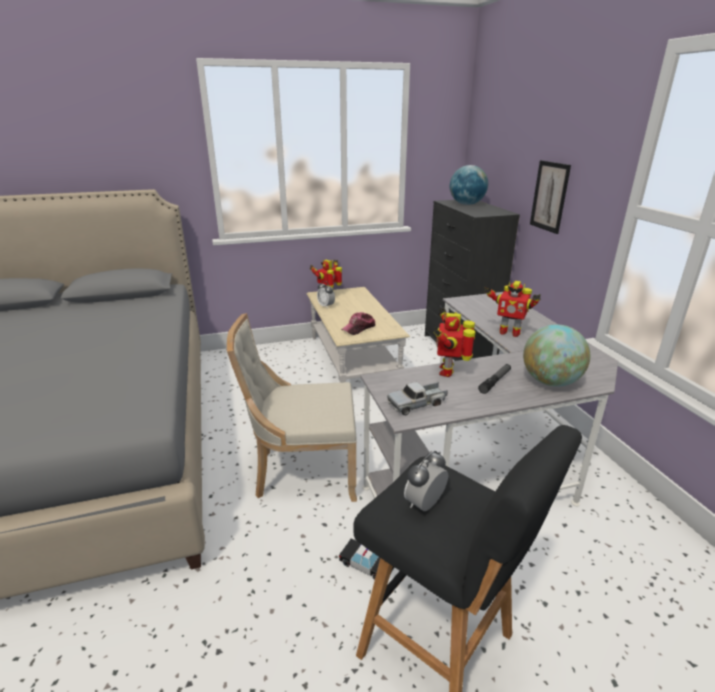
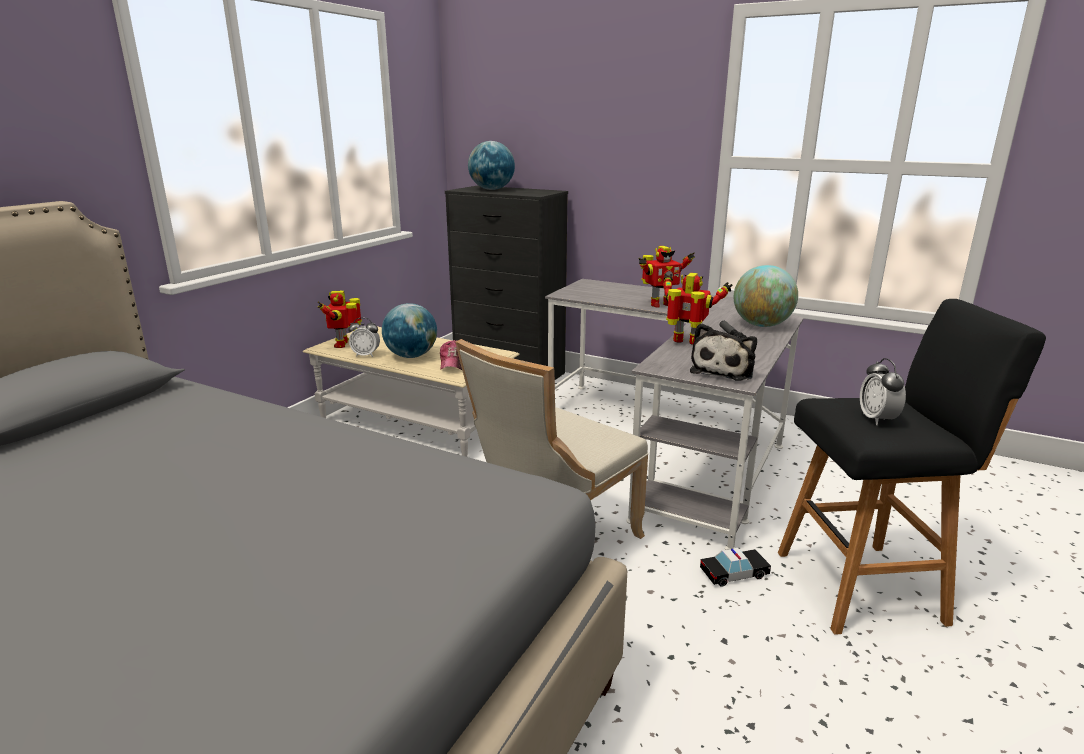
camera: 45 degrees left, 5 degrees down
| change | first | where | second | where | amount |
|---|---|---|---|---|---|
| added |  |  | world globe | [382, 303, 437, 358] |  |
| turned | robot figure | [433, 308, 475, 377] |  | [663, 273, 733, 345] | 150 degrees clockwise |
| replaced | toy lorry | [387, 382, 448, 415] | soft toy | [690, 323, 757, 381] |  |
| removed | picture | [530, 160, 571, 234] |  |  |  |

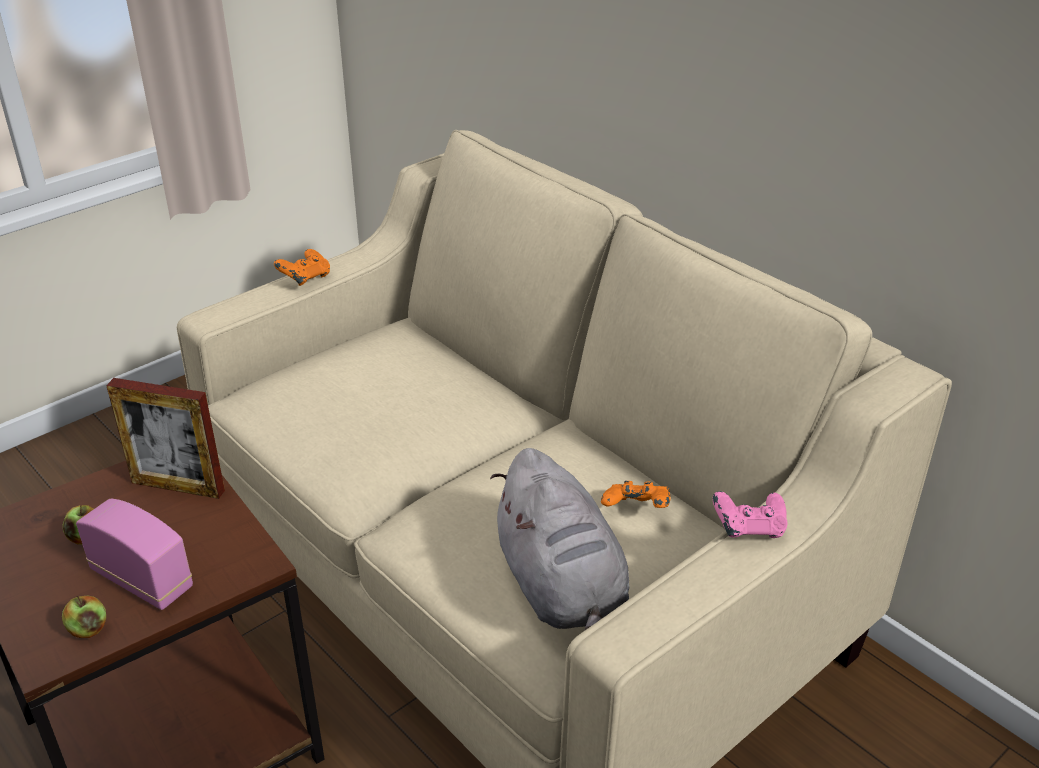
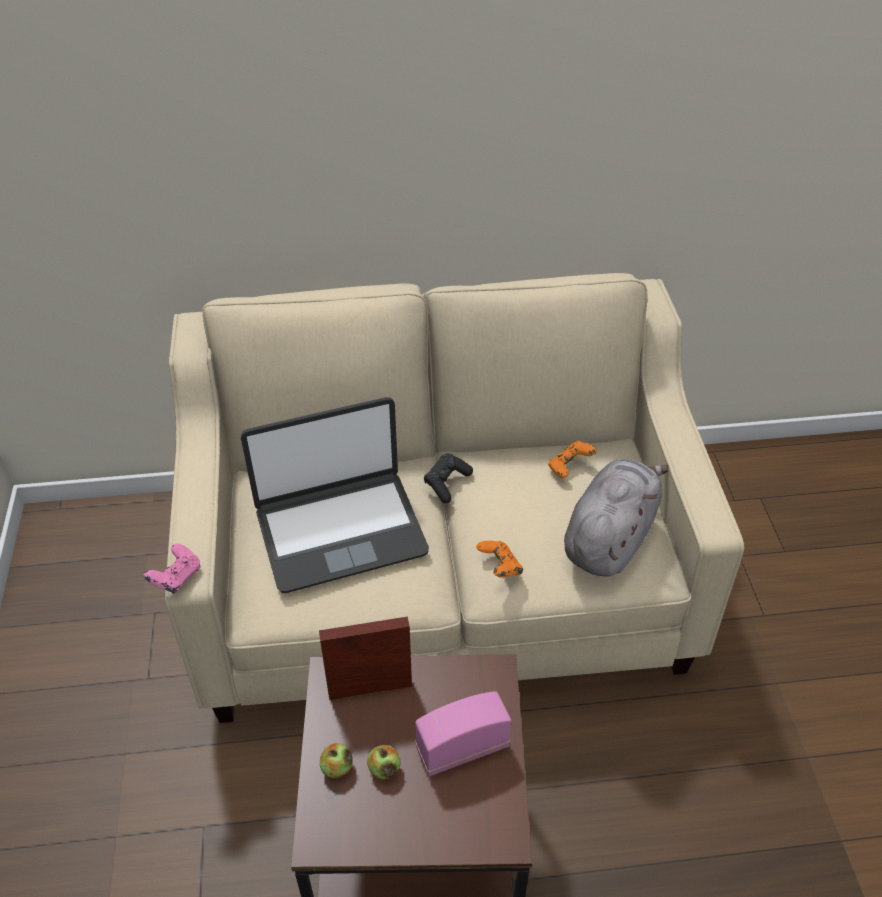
camera: 55 degrees left, 10 degrees up
| change | first | where | second | where | amount |
|---|---|---|---|---|---|
| moved | pink-coloured joypad | [712, 491, 788, 538] |  | [143, 543, 201, 594] |  |
| added |  |  | portable computer | [241, 397, 429, 593] |  |
| turned | standing frame | [106, 378, 225, 499] |  | [319, 616, 412, 700] | 150 degrees counterclockwise |
| moved | apple fruit | [62, 595, 106, 638] |  | [320, 743, 353, 778] |  |
| added |  |  | blackish joypad | [424, 453, 473, 503] |  |
| moved | orange-coloured joypad | [274, 249, 330, 286] |  | [476, 541, 523, 578] |  |
| turned | gray soft toy | [490, 448, 629, 632] |  | [564, 459, 668, 576] | 75 degrees counterclockwise |

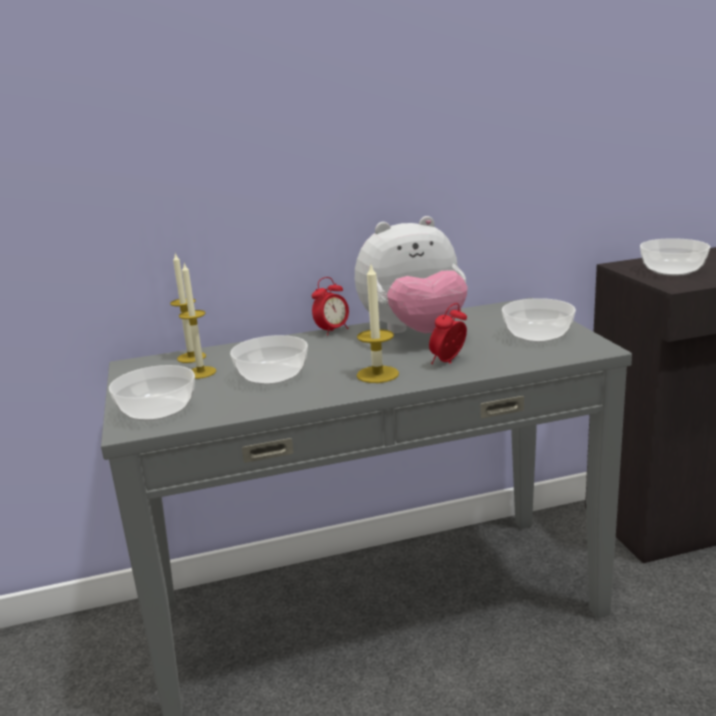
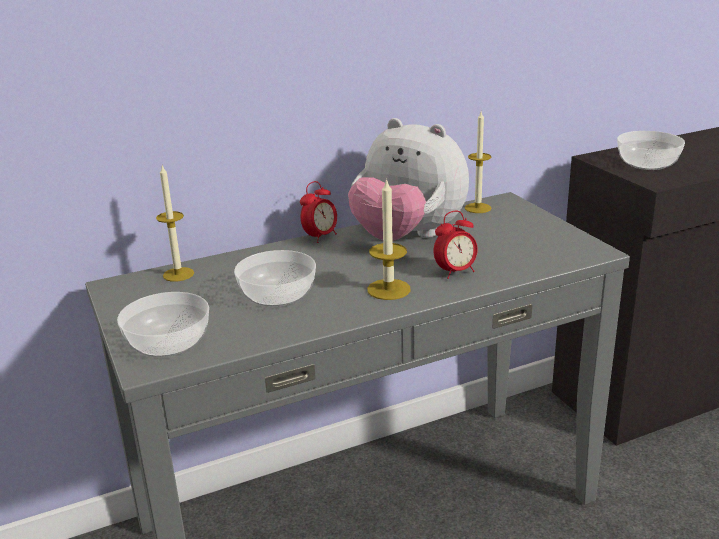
camera: 10 degrees left, 5 degrees up
| change | first | where | second | where | amount |
|---|---|---|---|---|---|
| turned | soft toy | [355, 216, 468, 333] |  | [348, 118, 469, 241] | 60 degrees clockwise |
| turned | table clock | [429, 303, 467, 364] |  | [434, 211, 478, 279] | 150 degrees counterclockwise |
| moved | wax light | [179, 263, 216, 379] |  | [465, 112, 491, 213] |  |
| removed | serving bowl | [502, 298, 576, 343] |  |  |  |

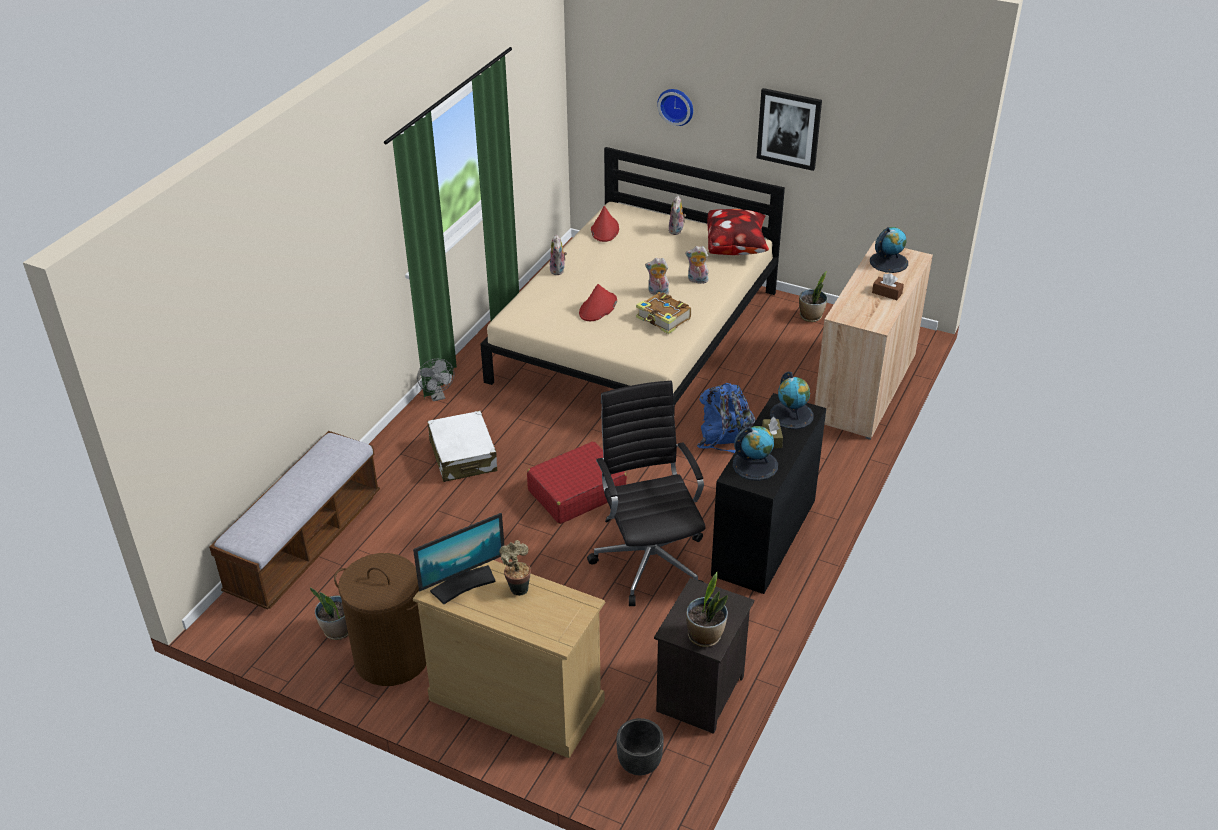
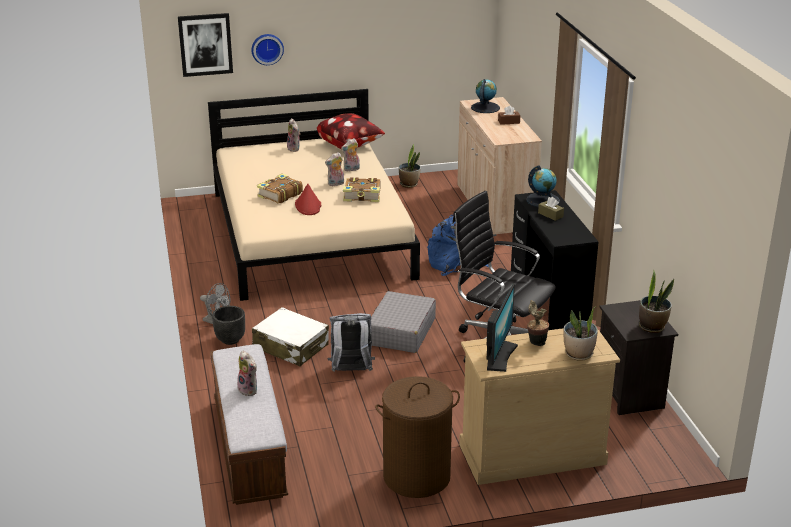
camera: 40 degrees left, 10 degrees down
| change | first | where | second | where | amount |
|---|---|---|---|---|---|
| moved | picture | [757, 88, 822, 171] |  | [178, 13, 233, 77] |  |
| moved | blackish planter | [616, 718, 664, 775] |  | [212, 306, 245, 345] |  |
| moved | soft toy | [550, 234, 567, 275] |  | [237, 351, 257, 396] |  |
| added |  |  | volume | [257, 174, 303, 204] |  |
| added |  |  | gray rucksack | [327, 313, 375, 372] |  |
| recoloured | red-coloured suitcase | [527, 441, 627, 524] | gray suitcase | [371, 291, 436, 353] |  |
| moved | plant in a pot | [310, 587, 349, 640] |  | [564, 307, 598, 361] |  |
| removed | red-coloured wearable hat | [591, 206, 619, 242] |  |  |  |
| removed | world globe | [733, 426, 778, 481] |  |  |  |

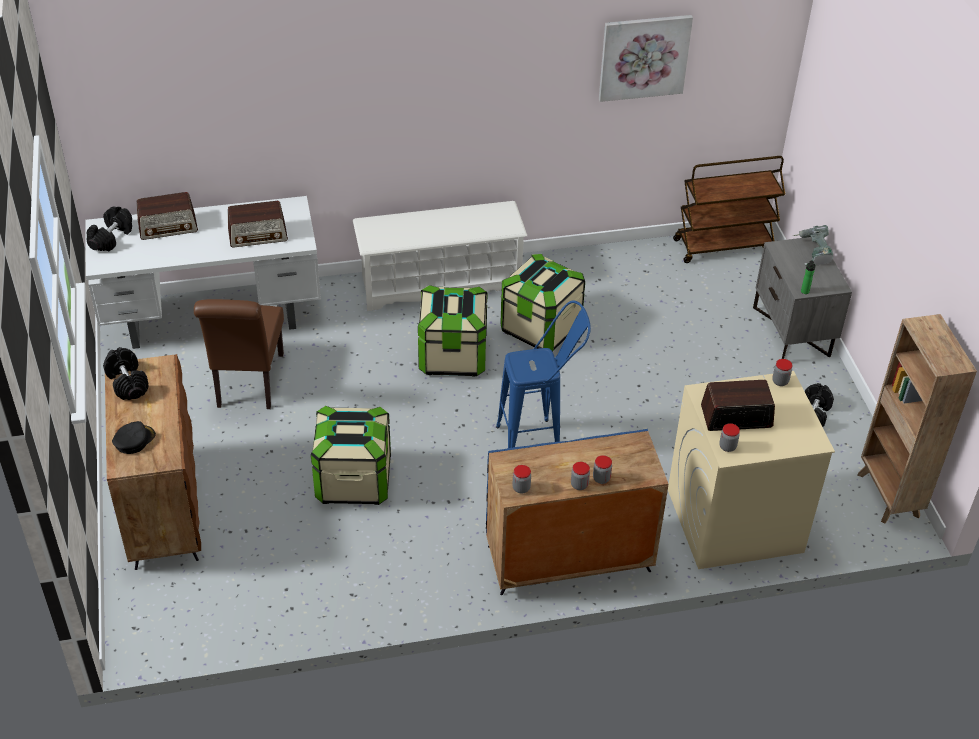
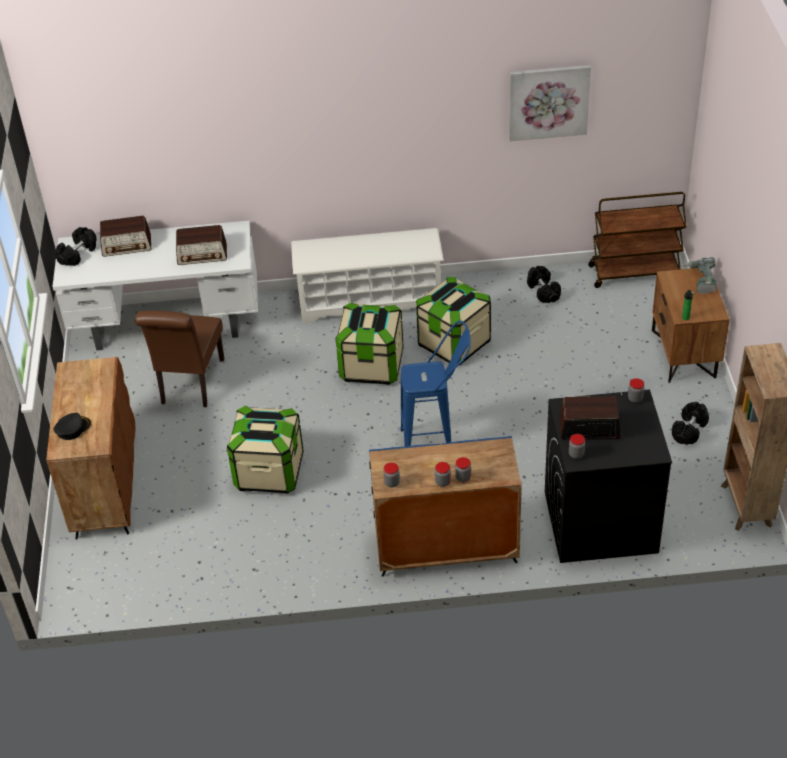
camera: 10 degrees right, 0 degrees up
| change | first | where | second | where | amount |
|---|---|---|---|---|---|
| moved | blackish dumbbell | [103, 347, 149, 400] |  | [527, 266, 561, 303] |  |
| recoloured | beige-coloured washing machine | [668, 371, 835, 569] | blackish washing machine | [545, 389, 672, 563] |  |
| recoloured | gray bedside table | [753, 237, 852, 359] | brown-coloured bedside table | [652, 268, 730, 383] |  |

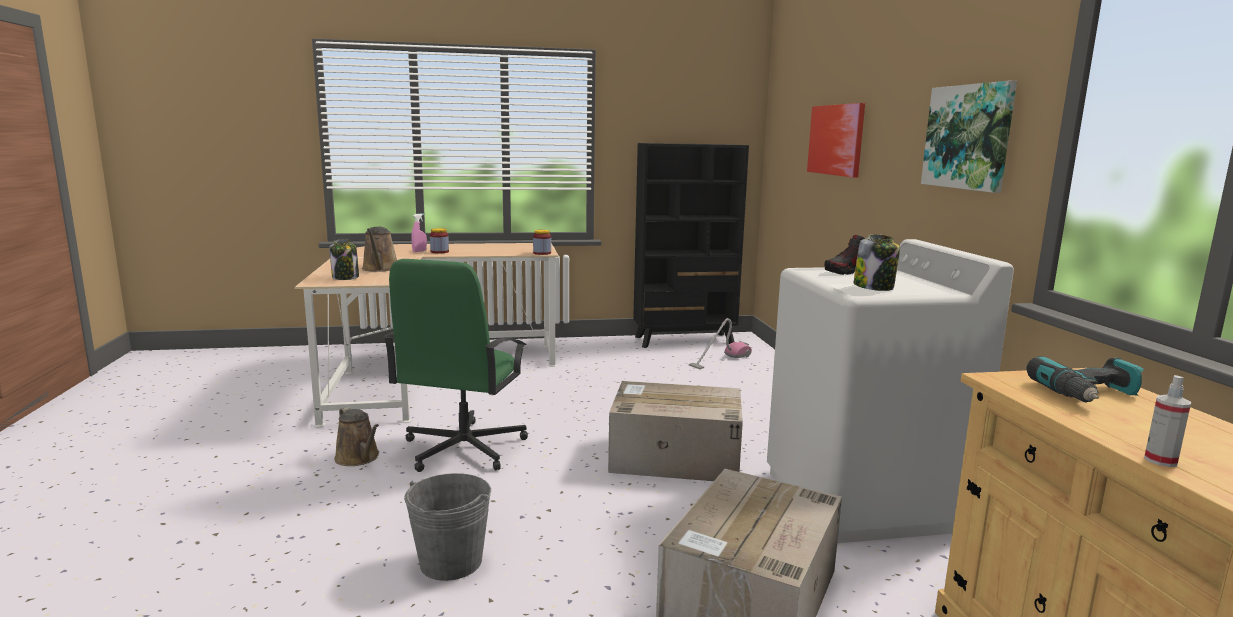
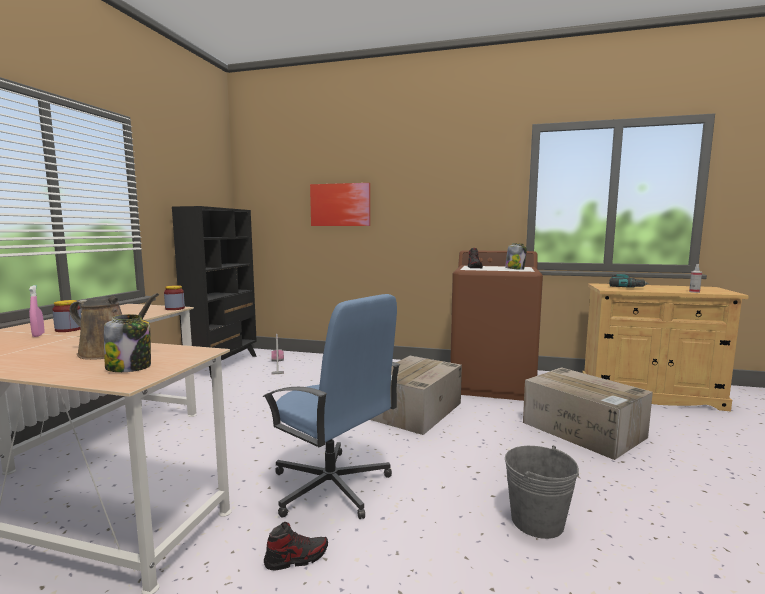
camera: 65 degrees left, 5 degrees down
| change | first | where | second | where | amount |
|---|---|---|---|---|---|
| recoloured | greenish desk chair | [383, 259, 528, 472] | blue-coloured desk chair | [262, 294, 400, 519] |  |
| replaced | brown-coloured watering pot | [334, 407, 379, 466] | shoe | [264, 522, 328, 570] |  |
| recoloured | white washing machine | [767, 239, 1014, 543] | brown-coloured washing machine | [450, 250, 543, 401] |  |
| removed | picture | [921, 81, 1017, 193] |  |  |  |

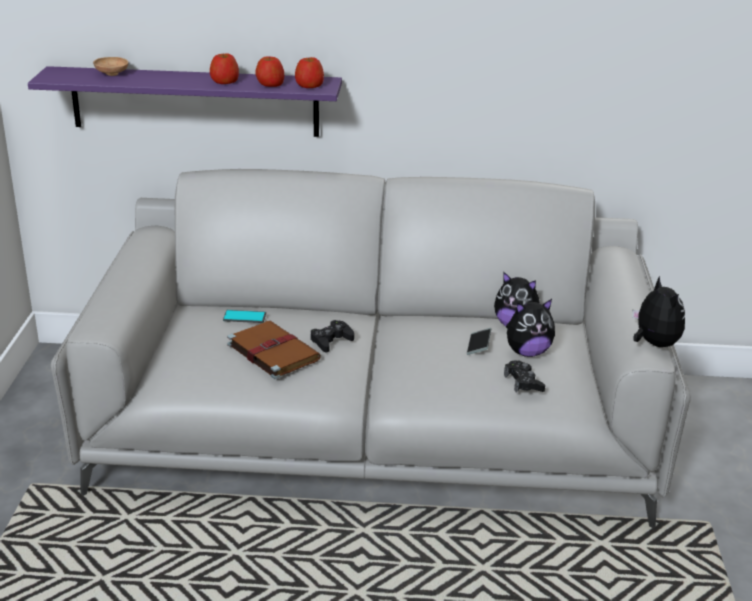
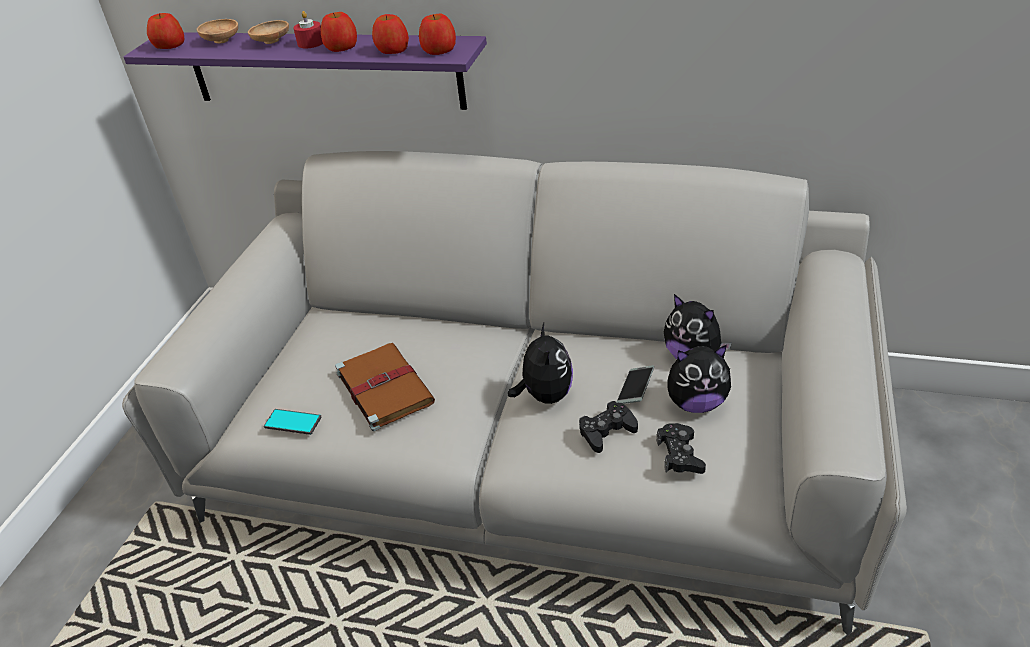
camera: 15 degrees right, 10 degrees up
| change | first | where | second | where | amount |
|---|---|---|---|---|---|
| added |  |  | apple fruit | [147, 13, 184, 49] |  |
| added |  |  | brown-coloured serving bowl | [248, 20, 289, 44] |  |
| moved | phone | [223, 310, 266, 323] |  | [264, 409, 322, 435] |  |
| added |  |  | red-coloured wax light | [293, 11, 323, 48] |  |
| moved | soft toy | [632, 276, 685, 347] |  | [508, 323, 573, 404] |  |
| moved | blackish joypad | [310, 320, 354, 353] |  | [579, 401, 638, 453] |  |

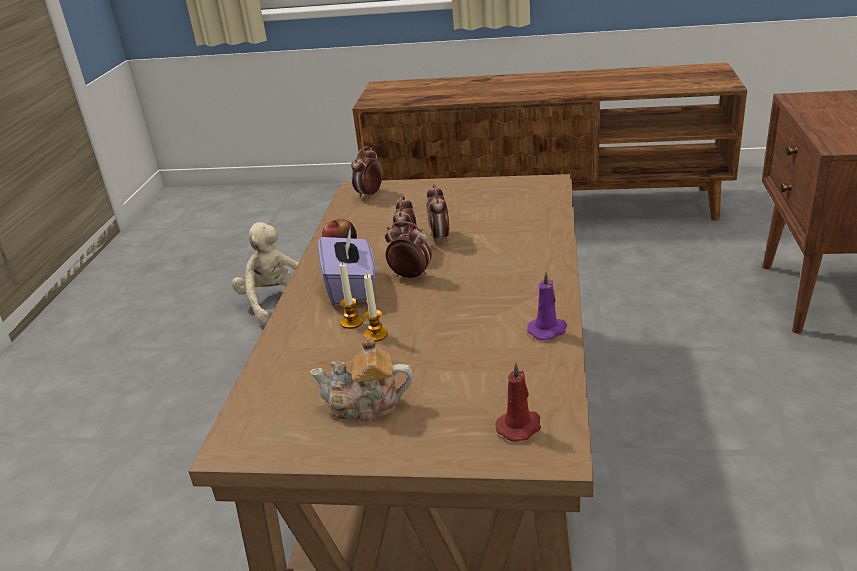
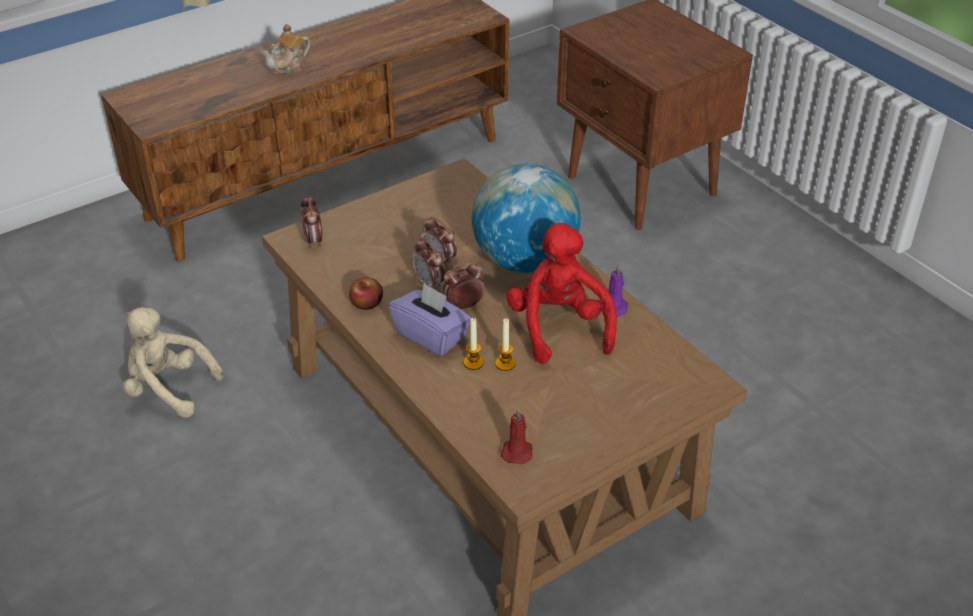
camera: 45 degrees left, 10 degrees up
| change | first | where | second | where | amount |
|---|---|---|---|---|---|
| moved | tea pot | [310, 336, 413, 422] |  | [262, 24, 310, 75] |  |
| added |  |  | world globe | [472, 164, 581, 273] |  |
| moved | red-coloured wax light | [495, 361, 541, 442] |  | [501, 408, 532, 464] |  |
| added |  |  | red-coloured soft toy | [506, 223, 617, 364] |  |

